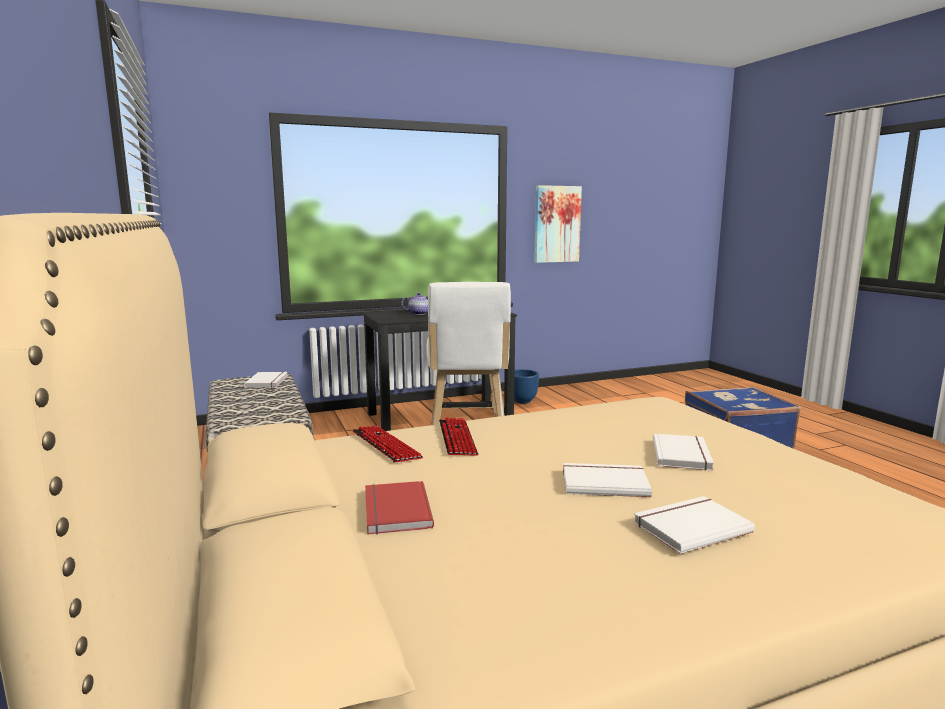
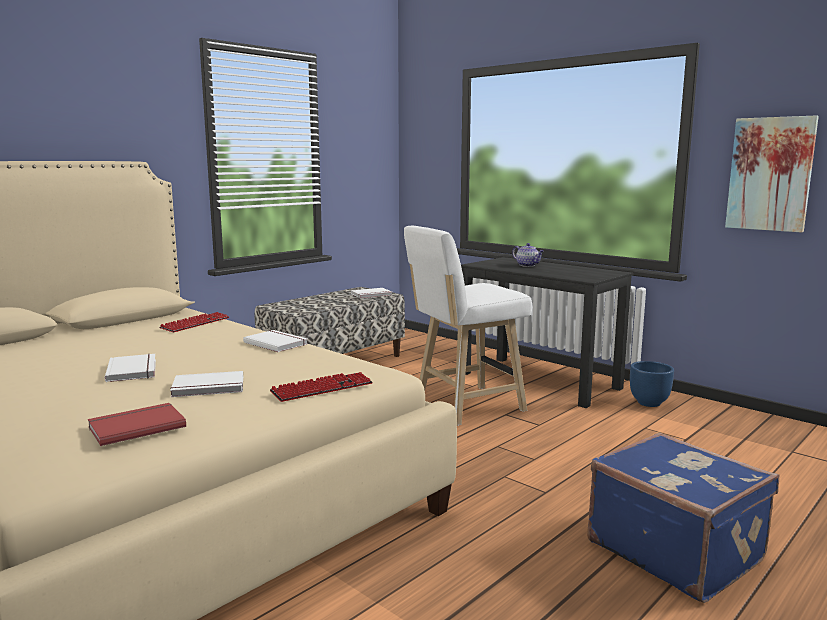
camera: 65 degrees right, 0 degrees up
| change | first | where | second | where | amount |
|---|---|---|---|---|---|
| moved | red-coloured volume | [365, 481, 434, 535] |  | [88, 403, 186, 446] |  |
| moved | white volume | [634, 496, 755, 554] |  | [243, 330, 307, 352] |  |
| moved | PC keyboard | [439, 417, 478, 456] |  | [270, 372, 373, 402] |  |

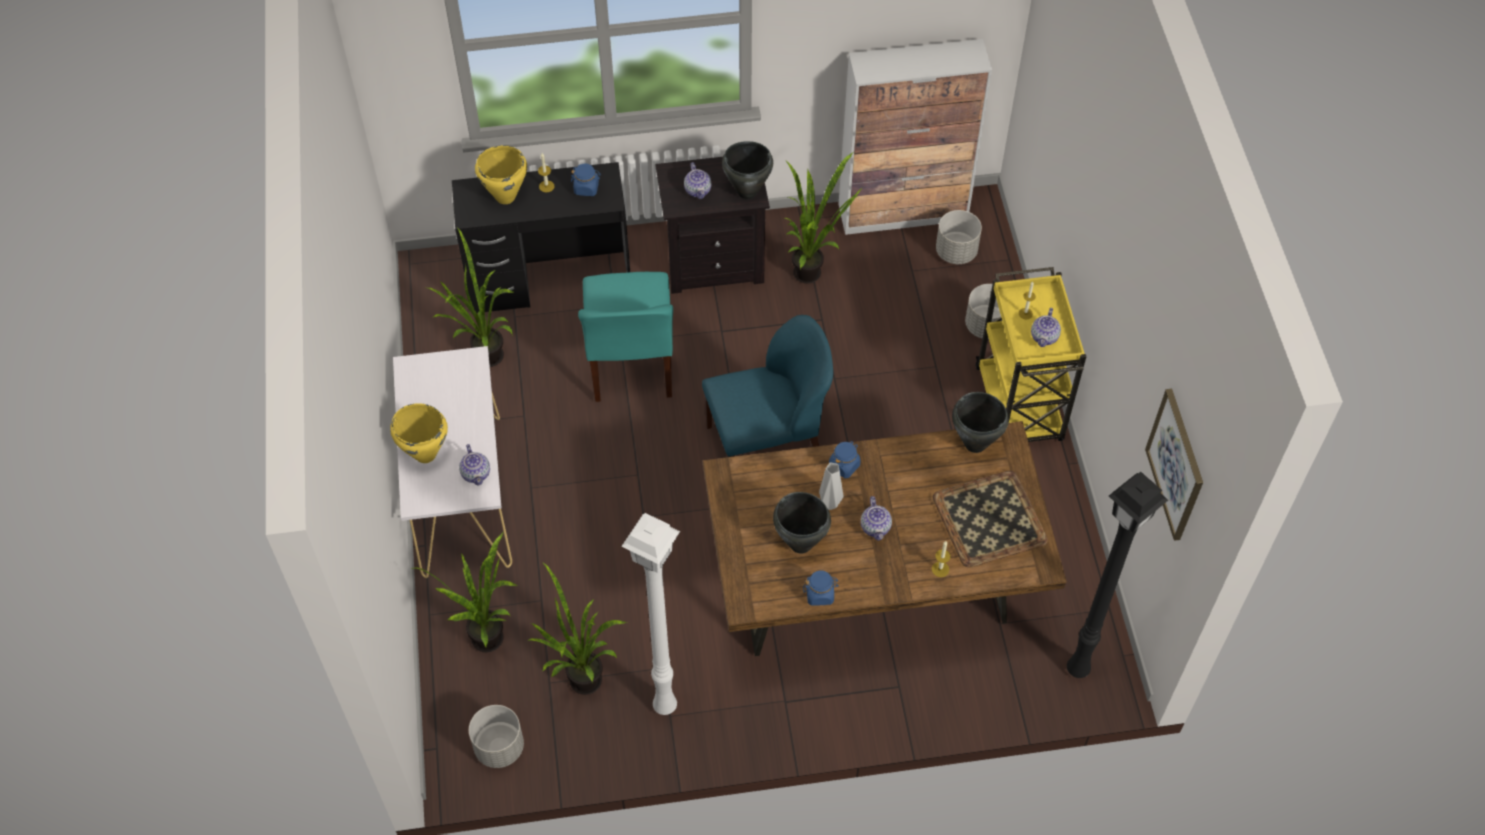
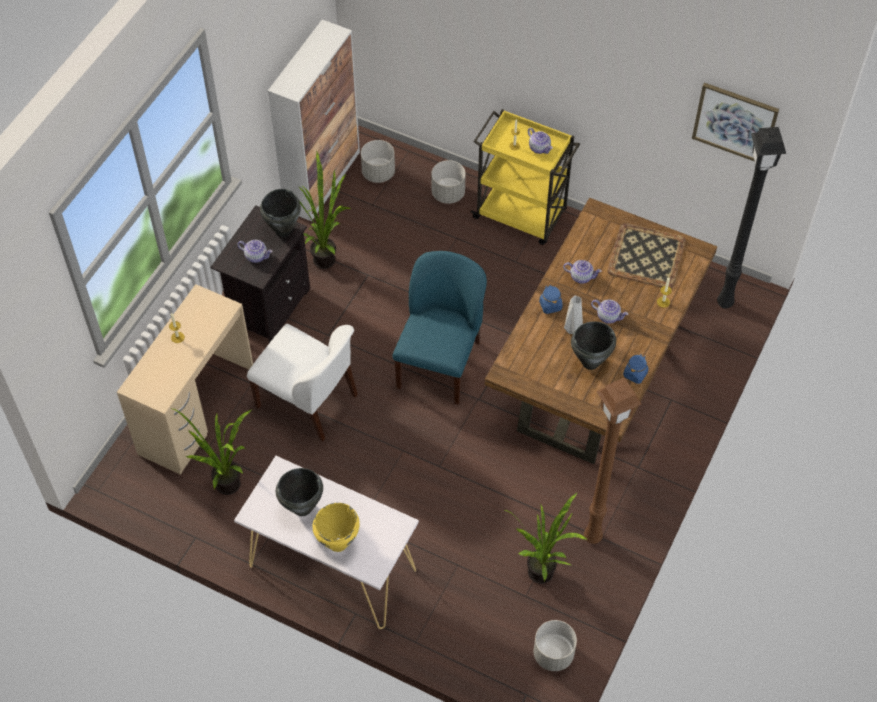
camera: 55 degrees left, 0 degrees up
| change | first | where | second | where | amount |
|---|---|---|---|---|---|
| recoloured | blackish desk | [452, 162, 630, 313] | beige-coloured desk | [117, 284, 253, 475] |  |
| recoloured | turquoise plain chair | [578, 272, 673, 402] | white plain chair | [247, 324, 358, 441] |  |
| moved | blackish cooking pot | [952, 392, 1009, 453] |  | [276, 468, 323, 516] |  |
| moved | tea pot | [459, 444, 490, 486] |  | [563, 260, 602, 284] |  |
| recoloured | white floor lamp | [622, 513, 680, 715] | brown-coloured floor lamp | [584, 378, 641, 544] |  |
| removed | plant in a pot | [411, 532, 517, 652] |  |  |  |
| removed | yellow-coloured cooking pot | [475, 145, 527, 204] |  |  |  |
| removed | blue-coloured preserve jar | [571, 164, 601, 196] |  |  |  |

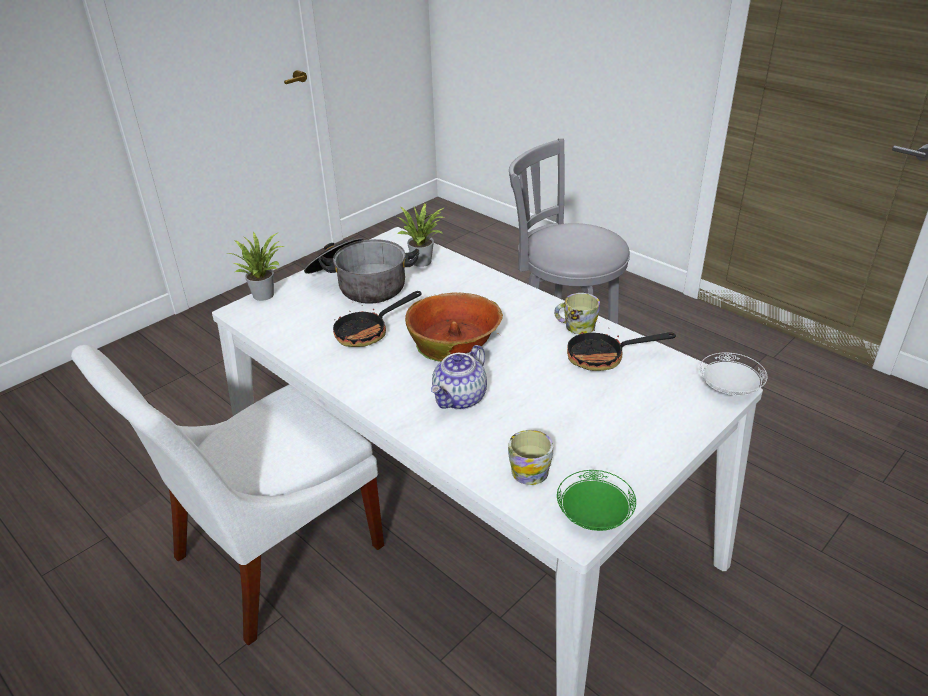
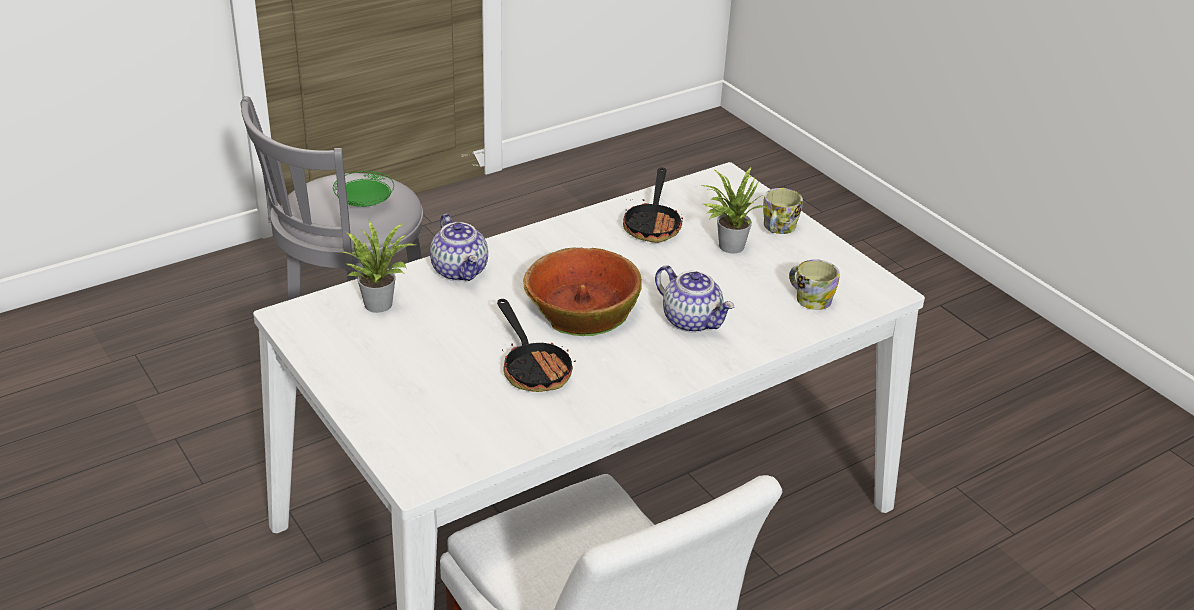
camera: 80 degrees left, 0 degrees up
| change | first | where | second | where | amount |
|---|---|---|---|---|---|
| moved | greenish flat dish | [557, 470, 636, 531] |  | [333, 171, 394, 207] |  |
| added |  |  | tea pot | [430, 214, 488, 281] |  |
| moved | plant in a pot | [228, 232, 285, 301] |  | [700, 167, 766, 253] |  |
| moved | tea mug | [554, 293, 600, 334] |  | [763, 188, 803, 234] |  |
| removed | cooking pot | [304, 238, 420, 304] |  |  |  |
| removed | white flat dish | [700, 352, 768, 396] |  |  |  |

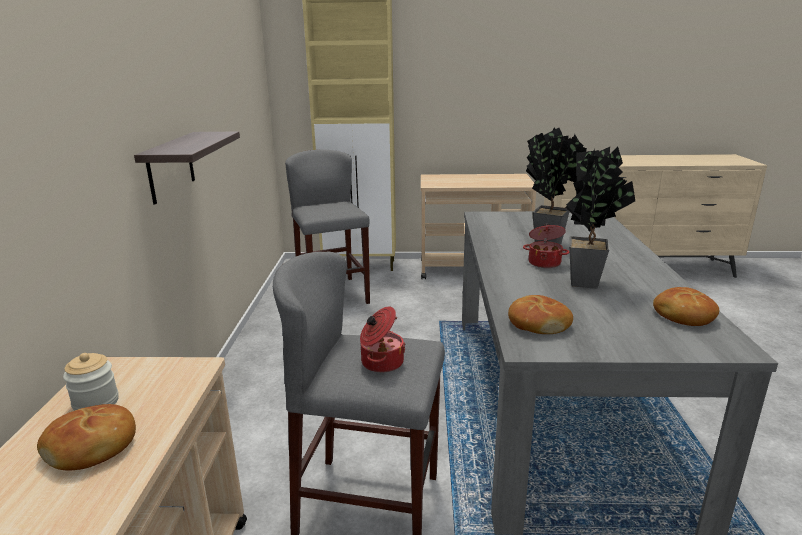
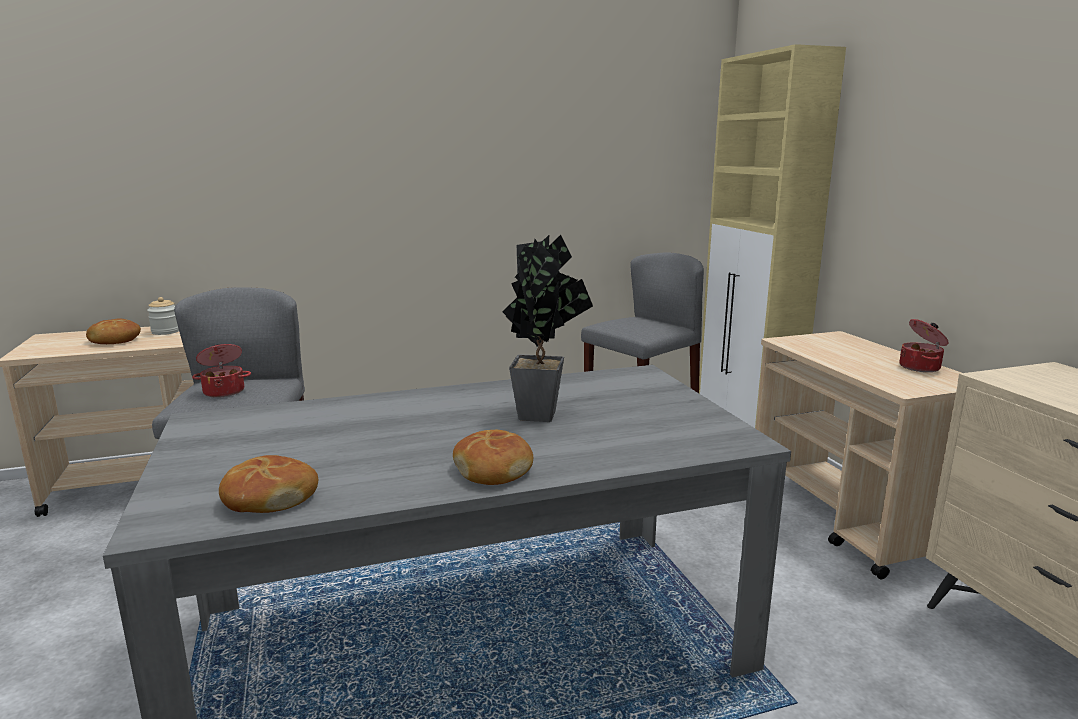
camera: 70 degrees right, 5 degrees down
| change | first | where | second | where | amount |
|---|---|---|---|---|---|
| moved | baked bread | [508, 295, 573, 334] |  | [453, 430, 533, 485] |  |
| moved | cooking pot | [523, 224, 569, 268] |  | [900, 319, 949, 372] |  |
| removed | shelf | [134, 132, 240, 205] |  |  |  |
| removed | plant in a pot | [565, 146, 635, 289] |  |  |  |

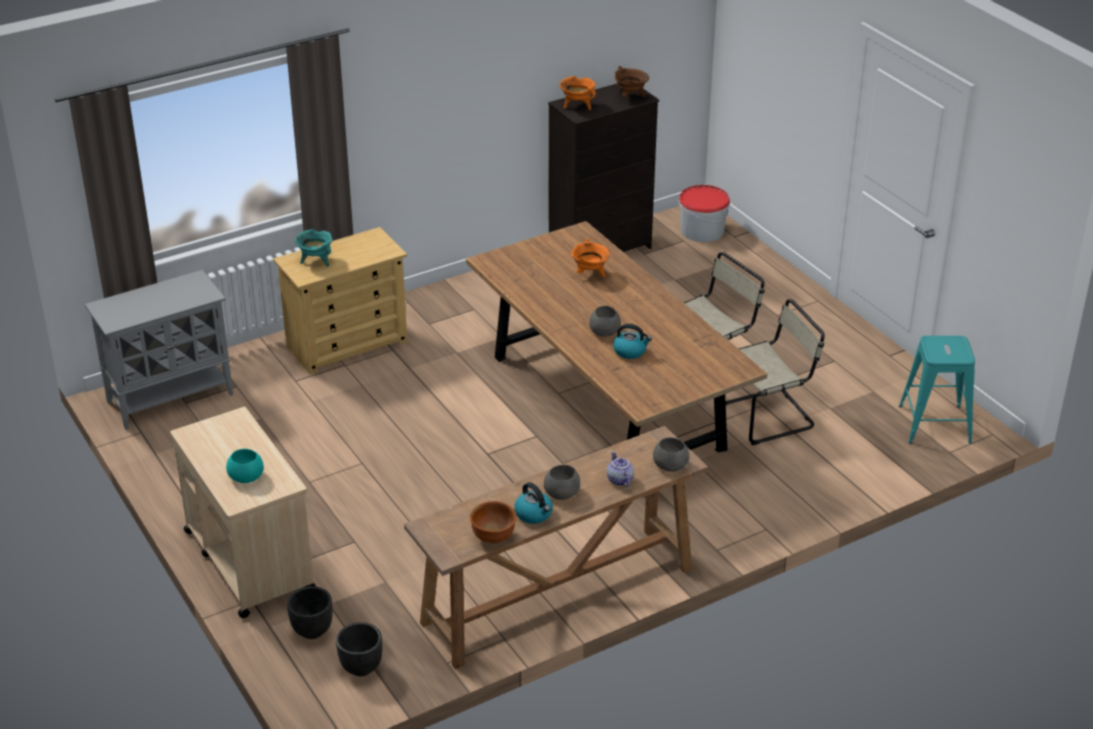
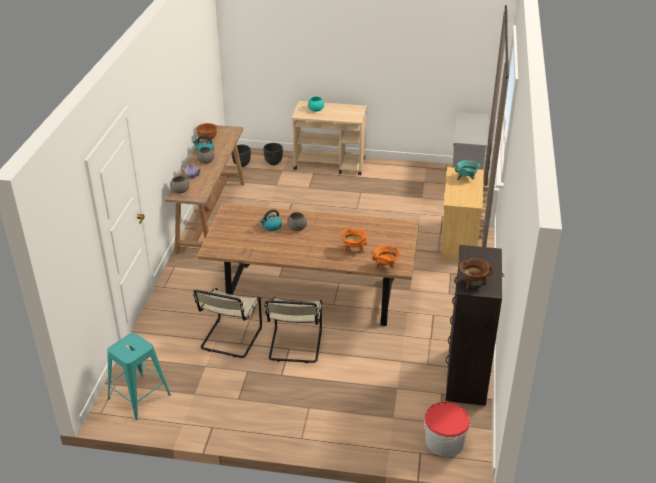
camera: 130 degrees right, 0 degrees up
| change | first | where | second | where | amount |
|---|---|---|---|---|---|
| moved | orange-coloured cooking pot | [559, 76, 596, 111] |  | [372, 245, 401, 269] |  |

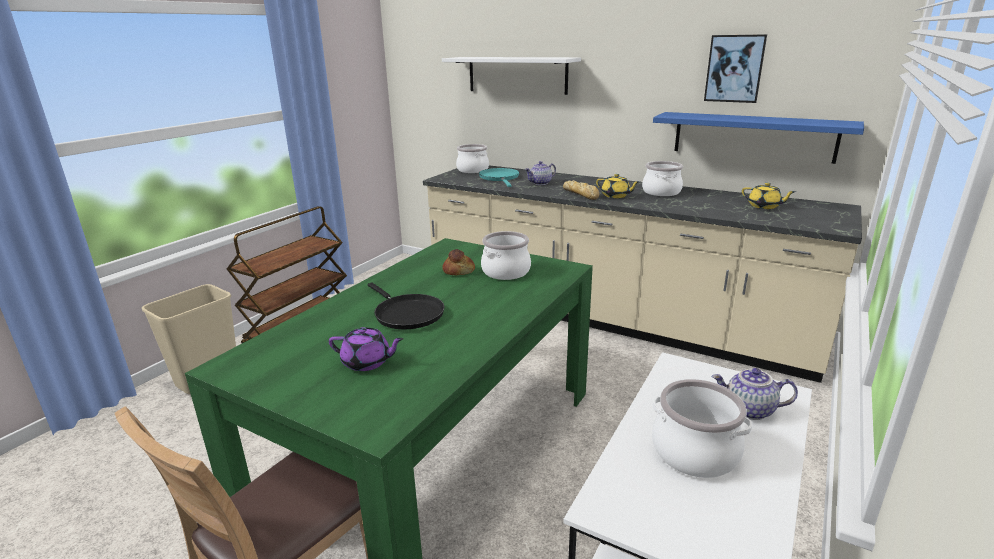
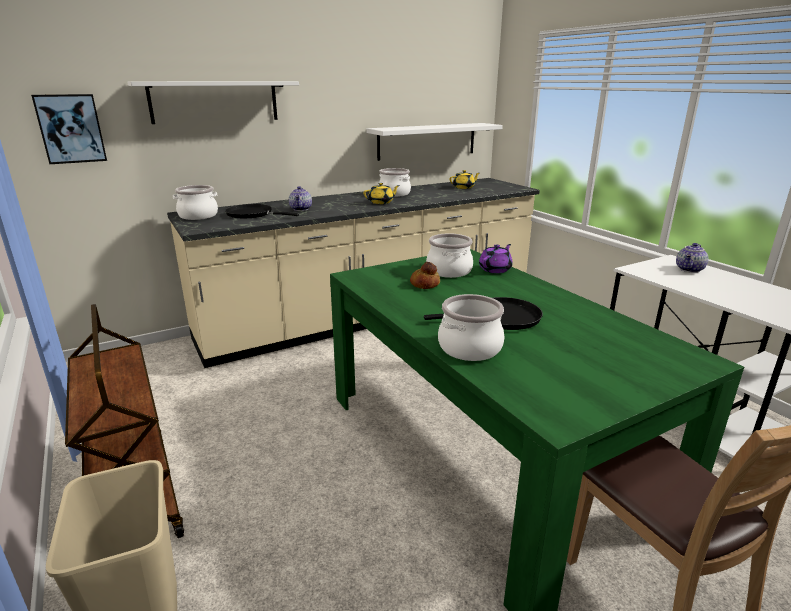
camera: 60 degrees left, 0 degrees up
| change | first | where | second | where | amount |
|---|---|---|---|---|---|
| moved | picture | [704, 34, 767, 103] |  | [31, 94, 107, 164] |  |
| recoloured | turquoise frying pan | [479, 168, 519, 187] | blackish frying pan | [225, 204, 299, 218] |  |
| recoloured | blue-coloured shelf | [653, 112, 864, 164] | white shelf | [366, 123, 503, 161] |  |
| moved | cooking pot | [652, 379, 752, 478] |  | [438, 294, 505, 361] |  |
| moved | purplish tea pot | [329, 327, 404, 371] |  | [479, 244, 513, 273] |  |
| removed | baked bread | [563, 180, 599, 200] |  |  |  |

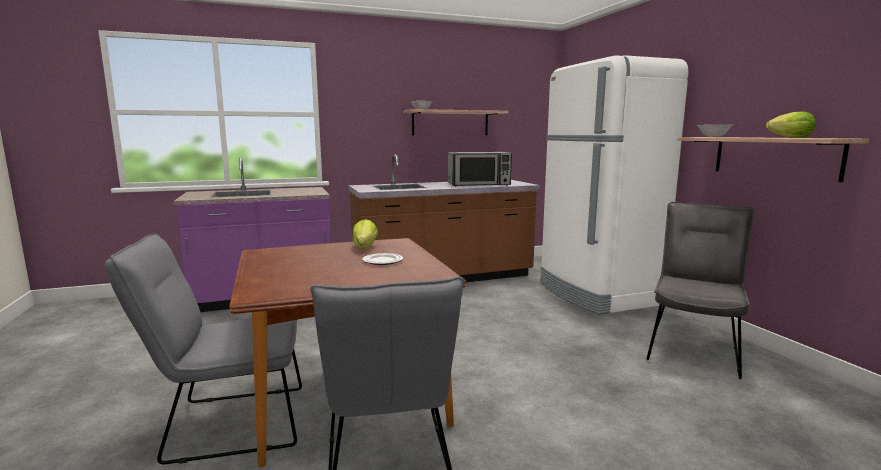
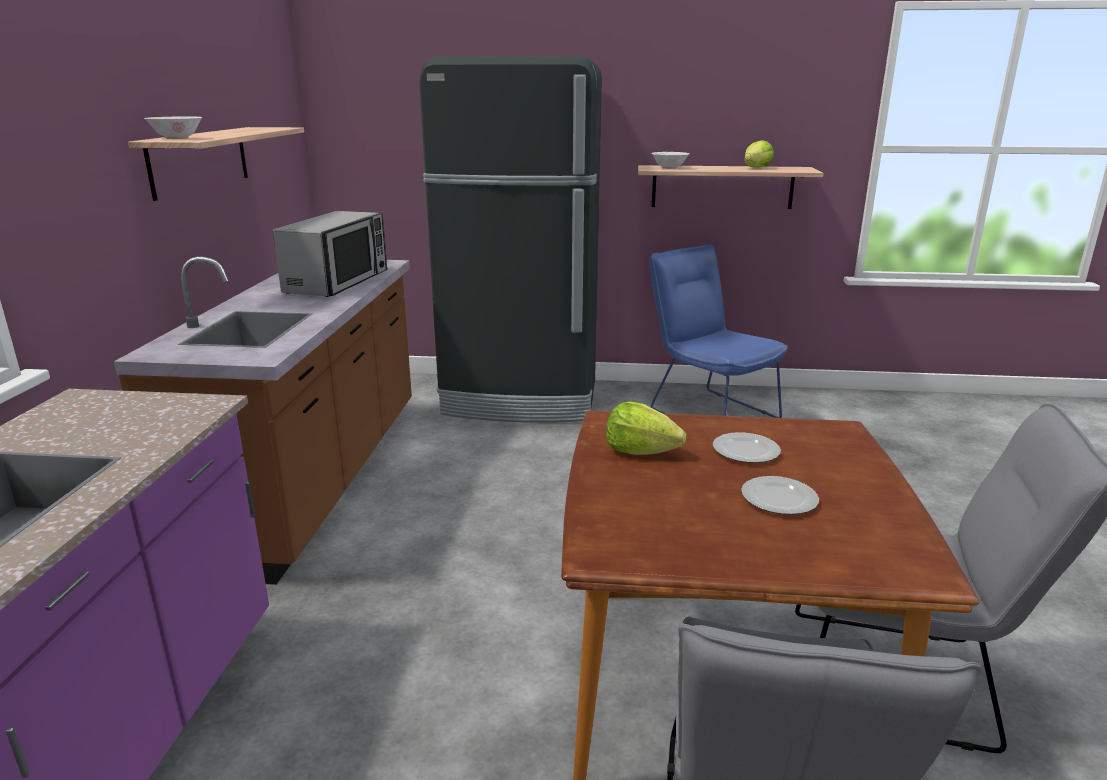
camera: 65 degrees left, 10 degrees up
| change | first | where | second | where | amount |
|---|---|---|---|---|---|
| recoloured | white fridge | [540, 55, 688, 315] | blackish fridge | [419, 56, 602, 423] |  |
| recoloured | gray plain chair | [647, 202, 754, 379] | blue-coloured plain chair | [649, 244, 788, 418] |  |
| added |  |  | flat dish | [741, 476, 819, 515] |  |

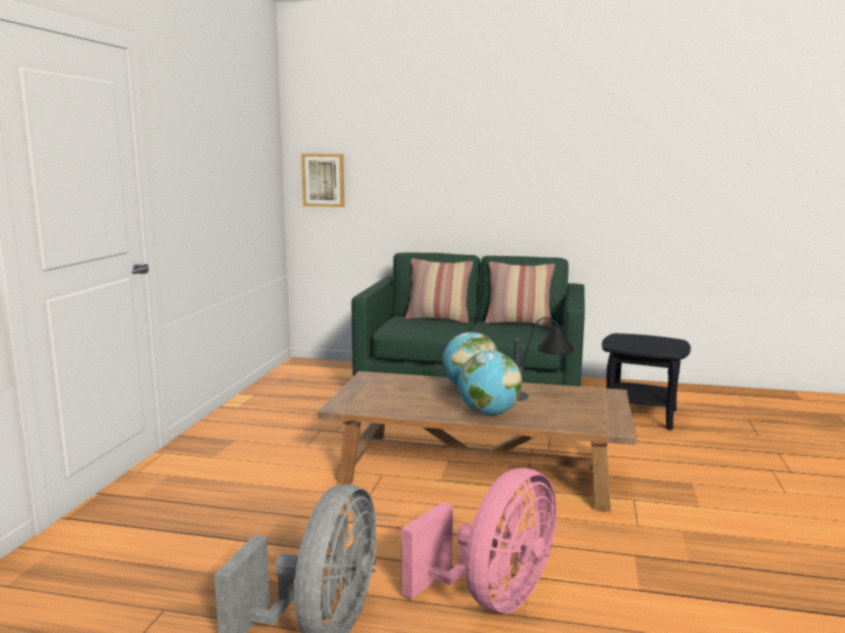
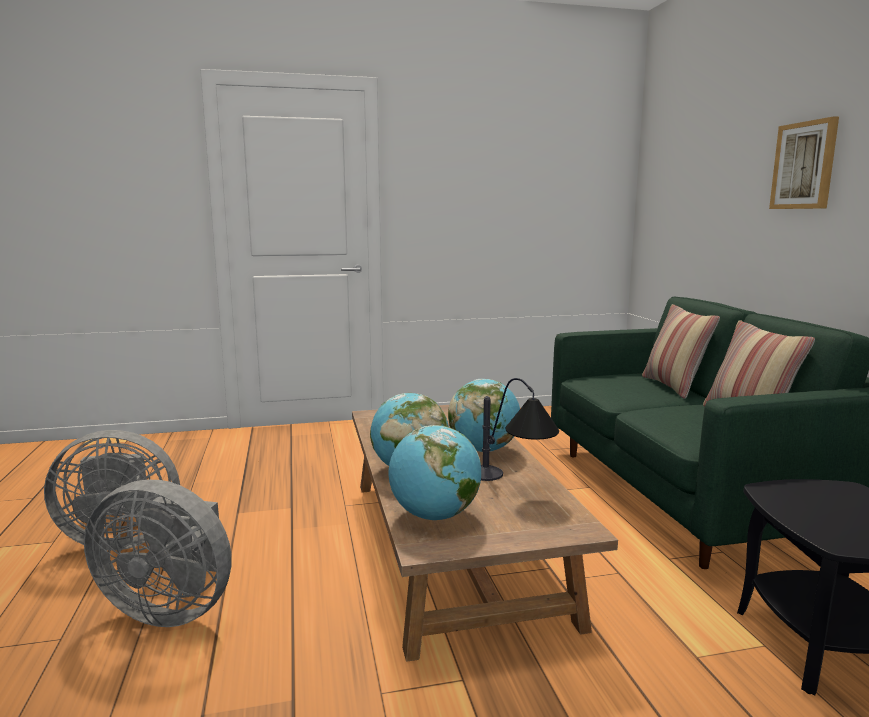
camera: 65 degrees right, 0 degrees up
| change | first | where | second | where | amount |
|---|---|---|---|---|---|
| recoloured | pink-coloured electric fan | [401, 468, 557, 613] | gray electric fan | [84, 480, 232, 627] |  |
| added |  |  | world globe | [389, 425, 481, 520] |  |
| moved | picture | [301, 154, 344, 207] |  | [769, 116, 839, 209] |  |

